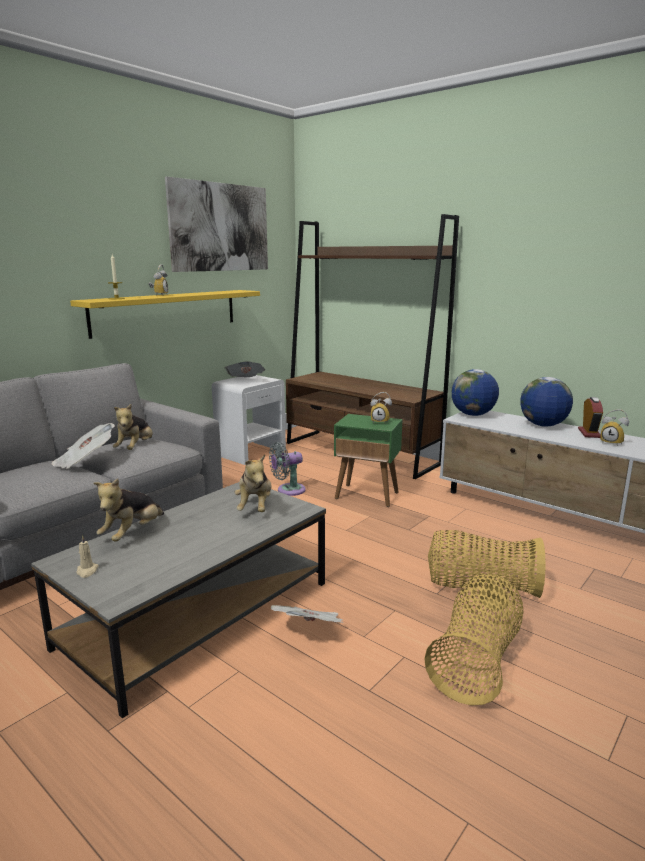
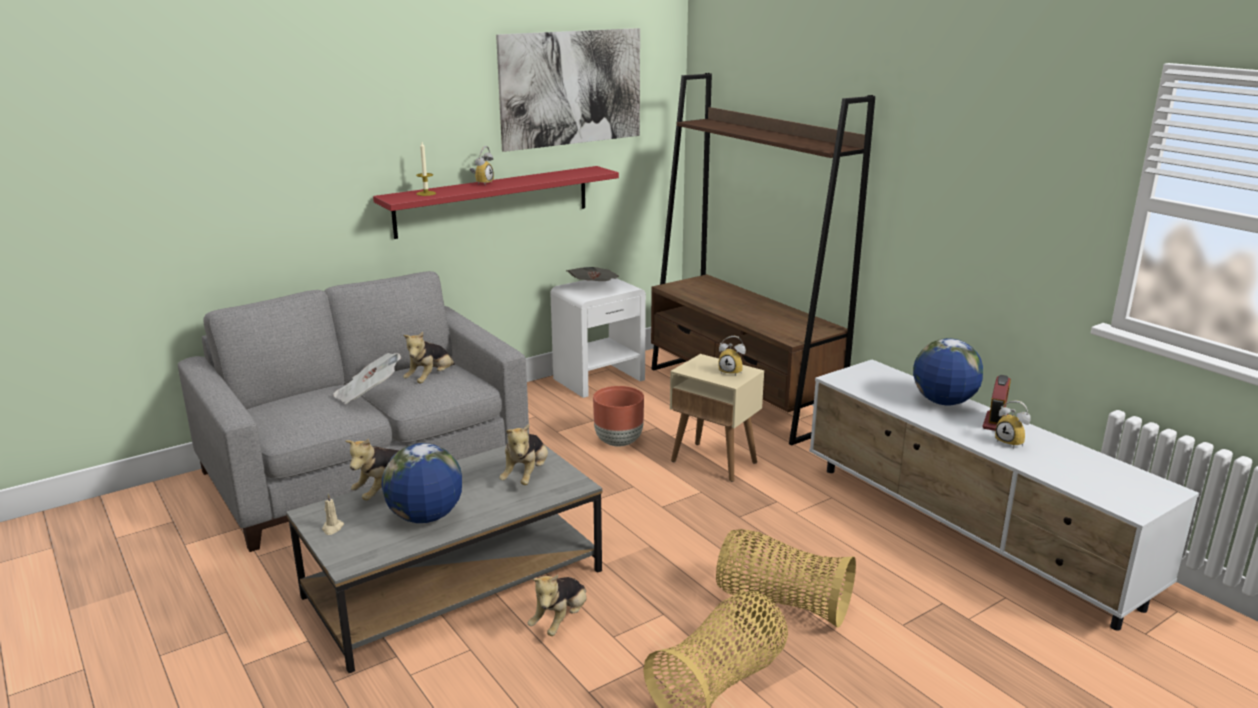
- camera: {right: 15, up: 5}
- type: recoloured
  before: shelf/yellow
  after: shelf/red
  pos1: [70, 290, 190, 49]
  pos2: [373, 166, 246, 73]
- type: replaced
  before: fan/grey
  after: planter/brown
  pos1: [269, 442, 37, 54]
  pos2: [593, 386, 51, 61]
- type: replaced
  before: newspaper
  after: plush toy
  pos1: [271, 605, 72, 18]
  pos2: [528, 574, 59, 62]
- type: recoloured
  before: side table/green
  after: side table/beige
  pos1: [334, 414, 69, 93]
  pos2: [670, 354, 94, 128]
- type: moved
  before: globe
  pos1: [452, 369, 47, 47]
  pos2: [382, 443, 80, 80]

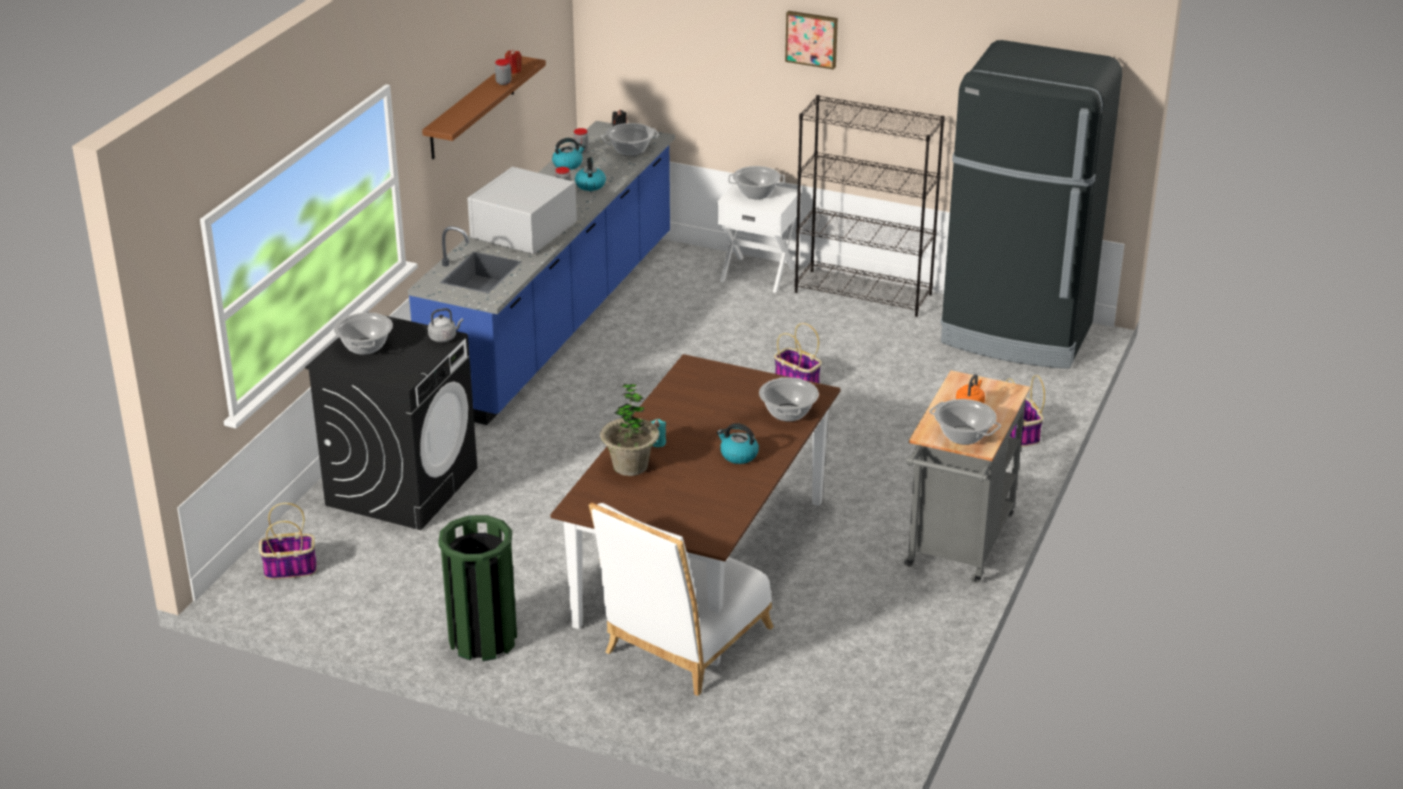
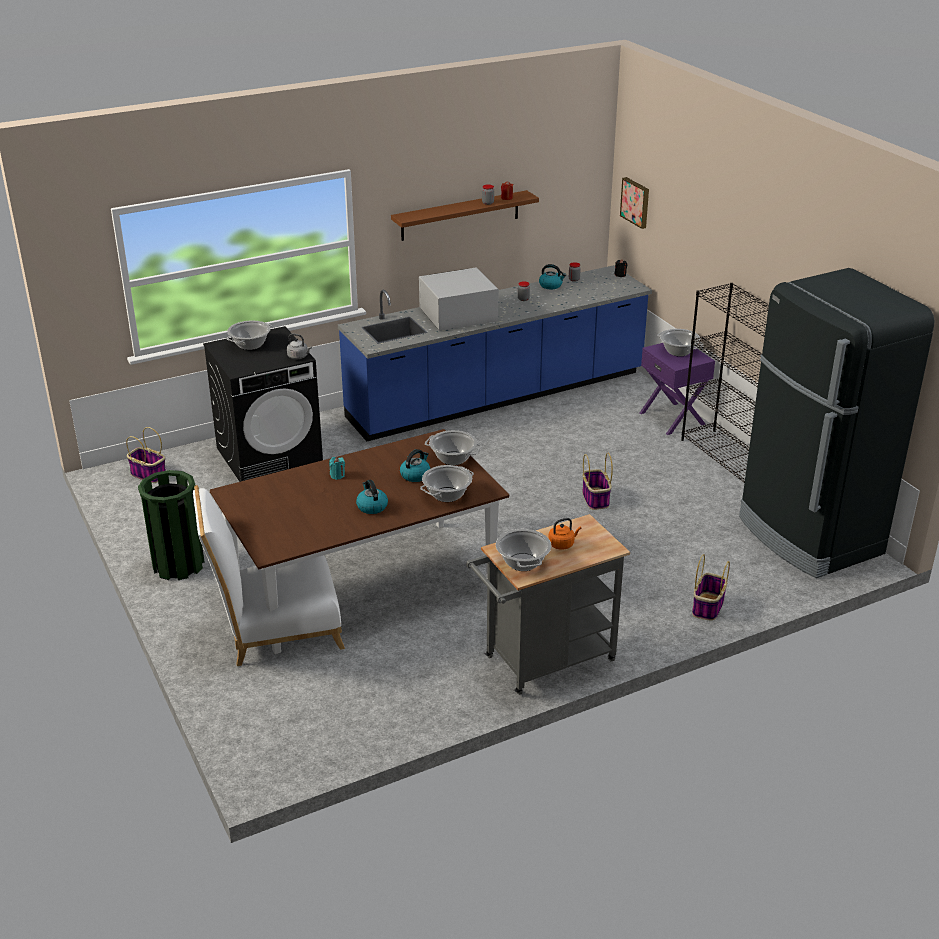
- camera: {right: 40, up: 0}
- type: moved
  before: kettle
  pos1: [575, 157, 31, 34]
  pos2: [400, 449, 30, 33]
- type: removed
  before: potted plant
  pos1: [600, 384, 59, 92]
- type: moved
  before: cooking pot
  pos1: [602, 123, 57, 33]
  pos2: [425, 430, 57, 35]
- type: recoloured
  before: nightstand/white
  after: nightstand/purple
  pos1: [717, 184, 84, 109]
  pos2: [640, 343, 75, 92]
- type: moved
  before: picture
  pos1: [785, 11, 53, 59]
  pos2: [620, 177, 29, 52]

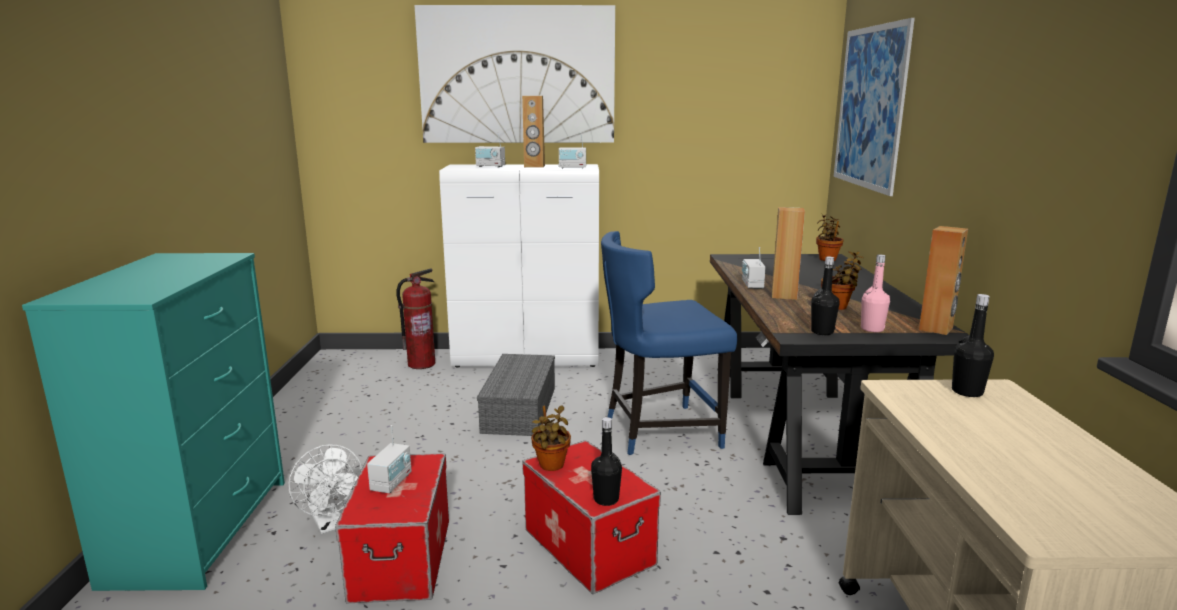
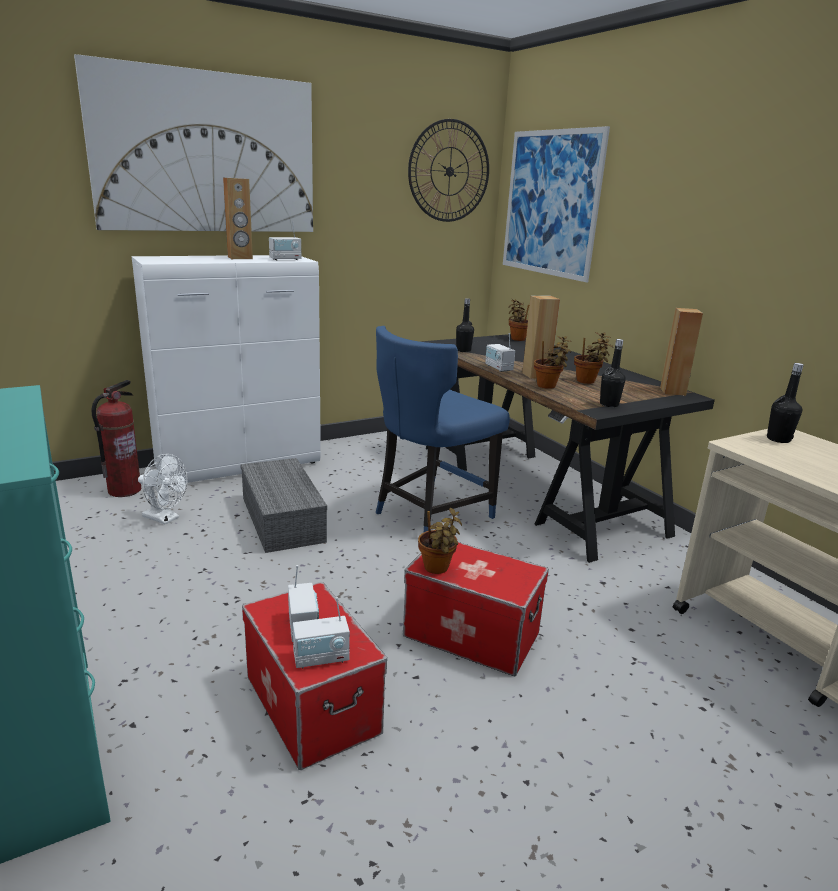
- camera: {right: -30, up: 5}
- type: moved
  before: fan/white
  pos1: [288, 445, 74, 89]
  pos2: [138, 454, 50, 71]
- type: moved
  before: radio
  pos1: [475, 132, 30, 35]
  pos2: [293, 597, 57, 72]
- type: moved
  before: bottle/black
  pos1: [591, 417, 31, 89]
  pos2: [456, 298, 18, 54]
- type: removed
  before: bottle/pink
  pos1: [861, 254, 29, 78]
- type: added
  after: wall clock
  pos2: [408, 119, 81, 103]
- type: added
  after: potted plant
  pos2: [534, 336, 37, 53]

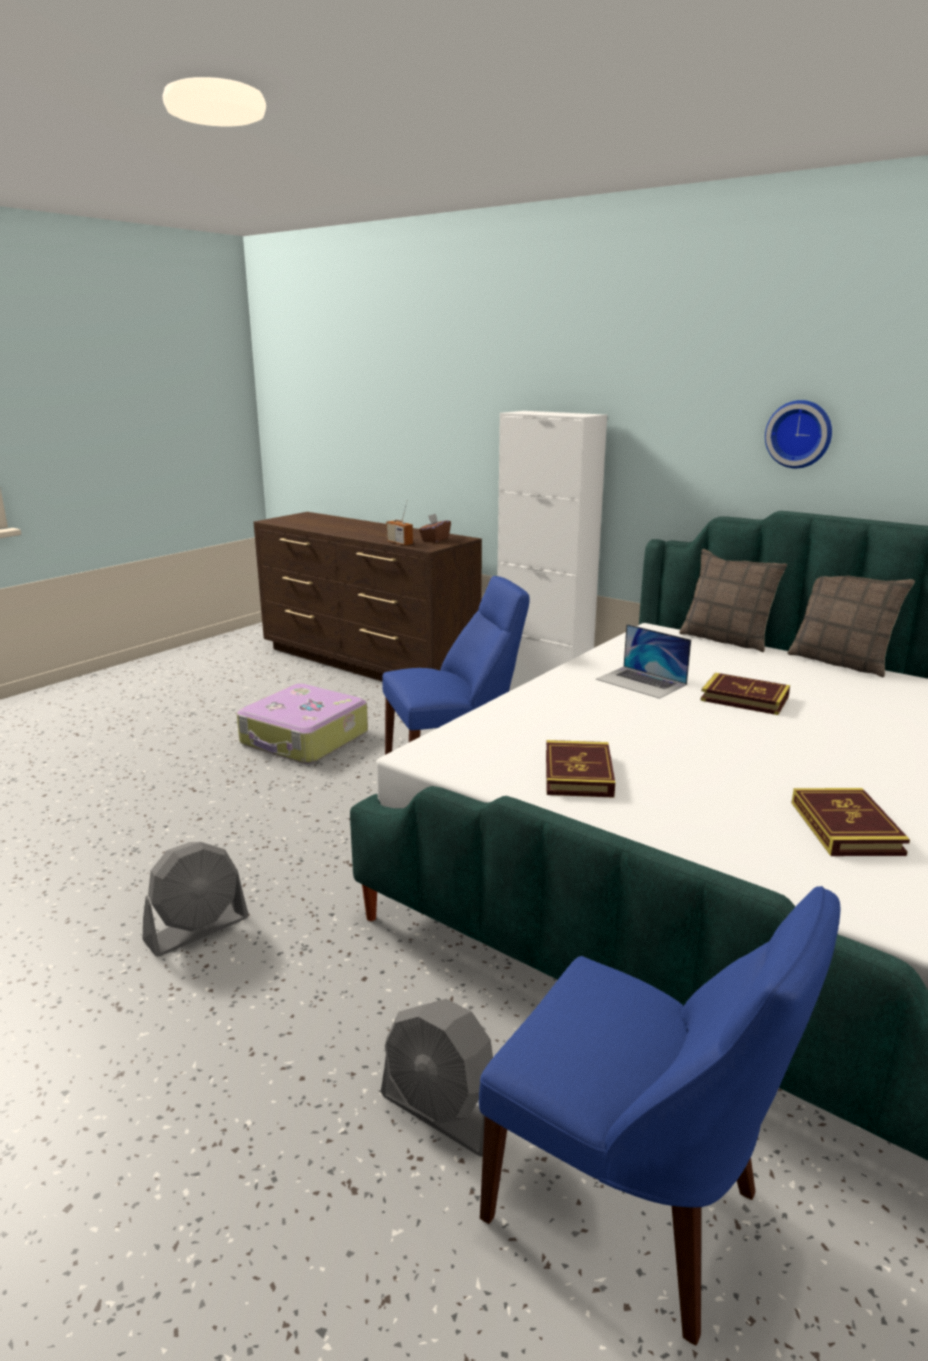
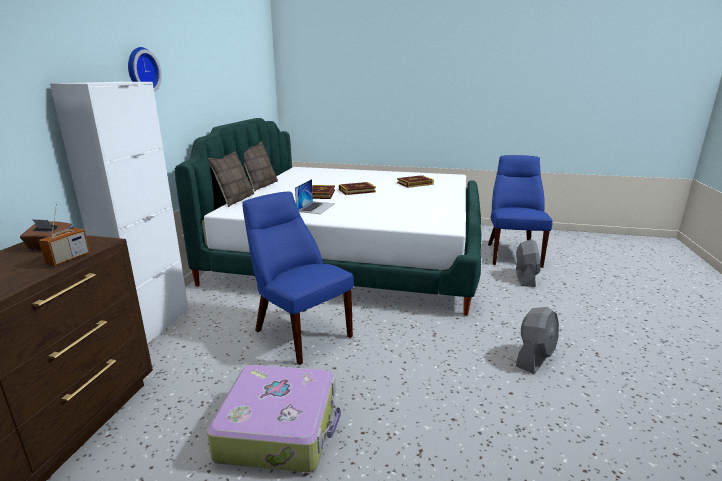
- camera: {right: -115, up: 0}
- type: turned
  before: fan/grey
  pos1: [143, 842, 106, 114]
  pos2: [516, 307, 43, 67]
  turn: 105
- type: moved
  before: book
  pos1: [546, 740, 69, 58]
  pos2: [339, 182, 37, 13]
- type: moved
  before: wall clock
  pos1: [765, 400, 67, 68]
  pos2: [128, 47, 34, 45]

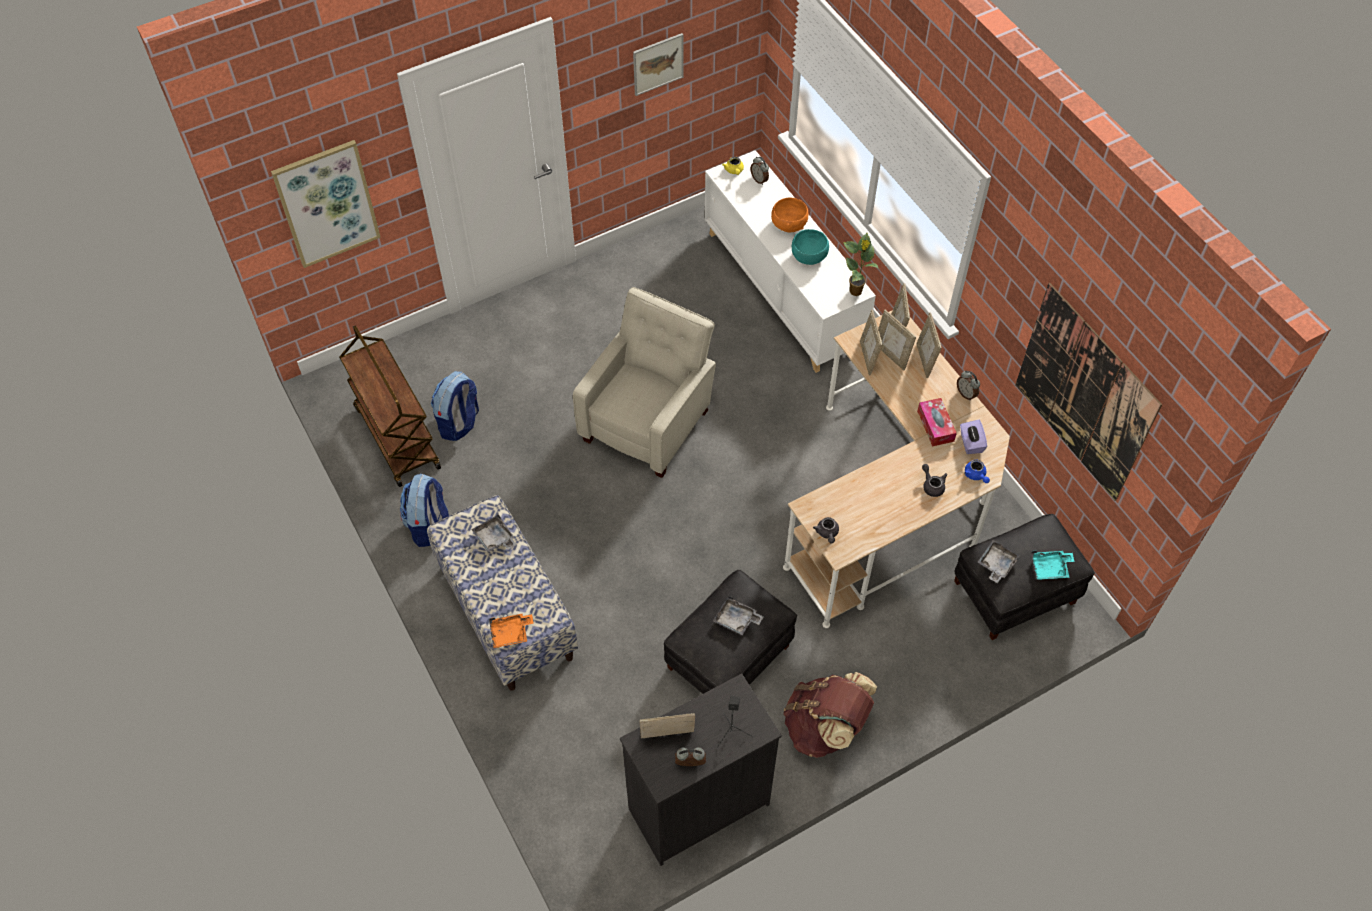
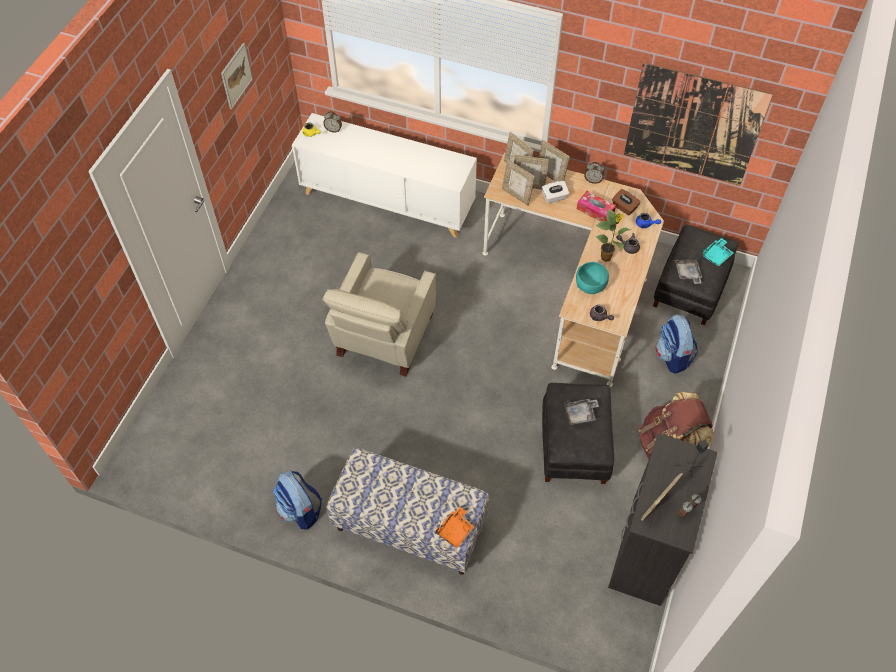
- camera: {right: -40, up: 0}
- type: removed
  before: picture
  pos1: [271, 140, 110, 128]
- type: removed
  before: cart/brown
  pos1: [339, 325, 102, 162]
- type: moved
  before: backpack
  pos1: [431, 371, 48, 70]
  pos2: [655, 314, 43, 60]
- type: removed
  before: tray/grey
  pos1: [471, 514, 45, 38]
- type: turned
  before: armchair/beige
  pos1: [573, 287, 143, 191]
  pos2: [322, 252, 114, 125]
  turn: -150
- type: removed
  before: bowl/orange
  pos1: [771, 198, 37, 34]
- type: moved
  before: bowl/turquoise
  pos1: [792, 229, 37, 36]
  pos2: [576, 262, 33, 32]
- type: moved
  before: potted plant
  pos1: [843, 233, 35, 63]
  pos2: [595, 209, 36, 52]
- type: recoloured
  before: tissue box/purple
  after: tissue box/brown
  pos1: [960, 420, 27, 34]
  pos2: [612, 189, 28, 26]
- type: added
  after: tissue box/white
  pos2: [542, 181, 27, 22]

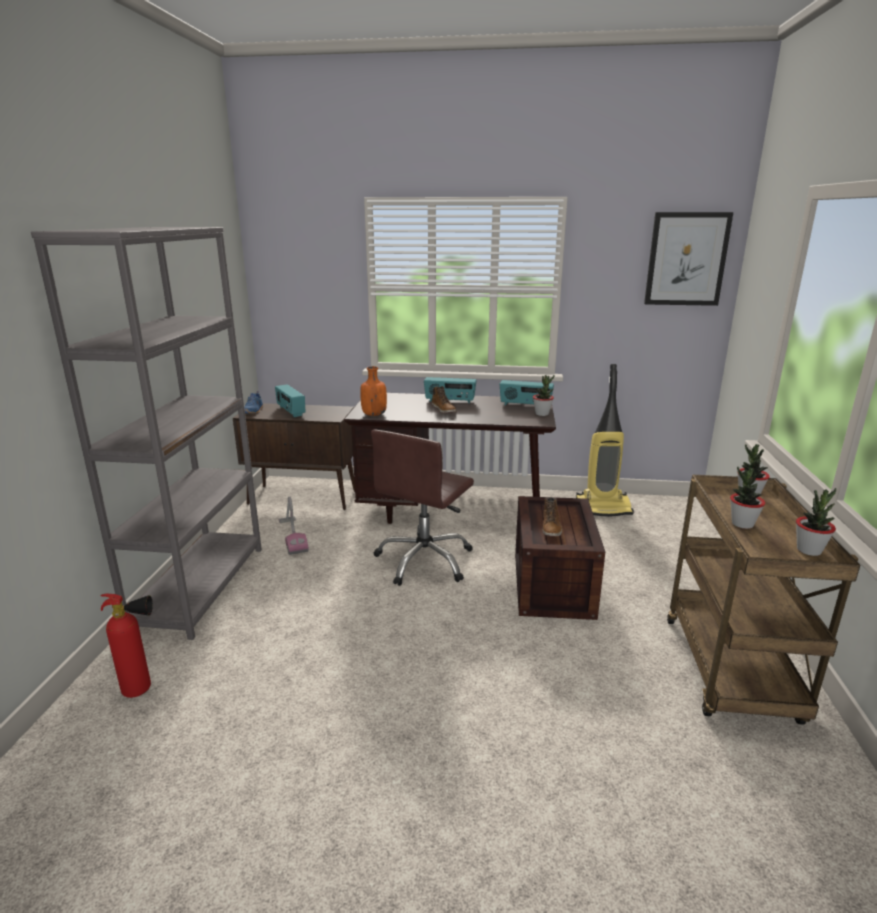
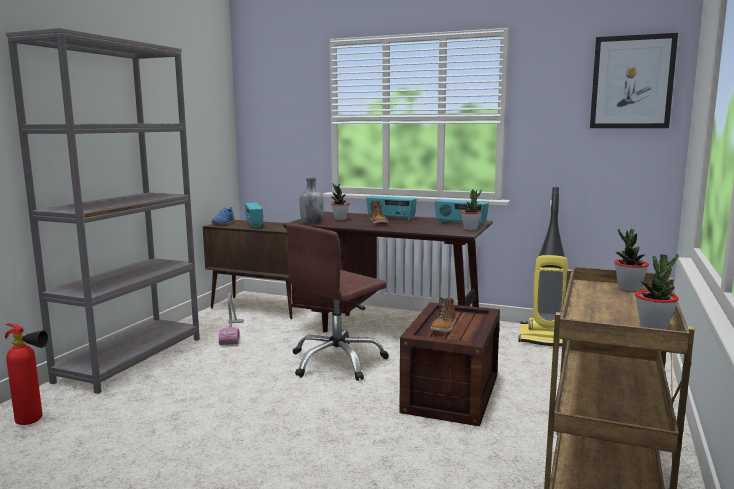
- camera: {right: 15, up: -10}
- type: recoloured
  before: bottle/orange
  after: bottle/grey
  pos1: [360, 366, 27, 50]
  pos2: [300, 178, 24, 46]
- type: moved
  before: potted plant
  pos1: [730, 467, 35, 62]
  pos2: [331, 183, 19, 37]

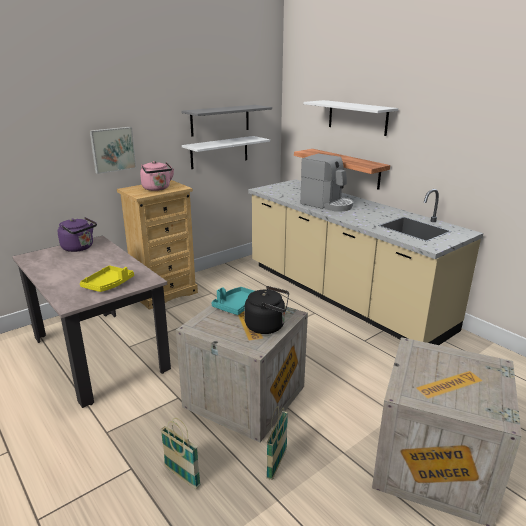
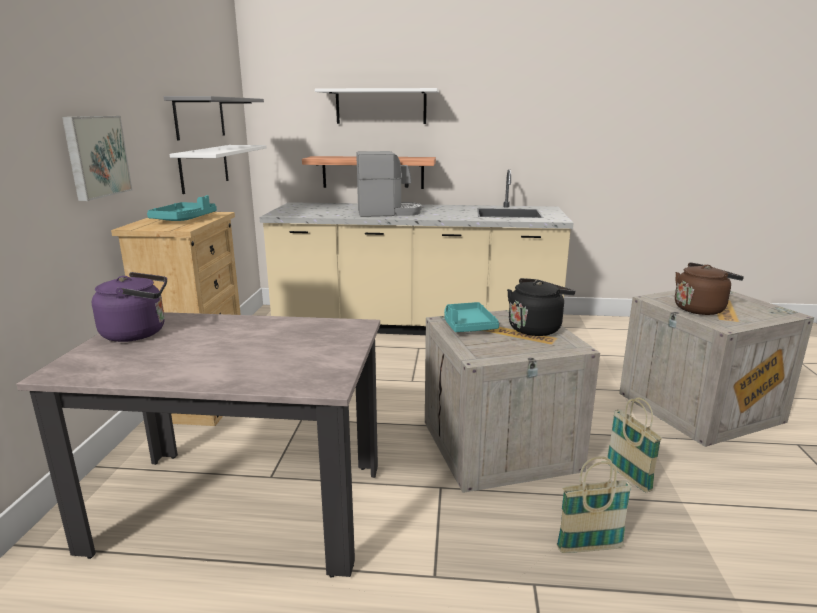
- camera: {right: -45, up: -5}
- type: removed
  before: tray/yellow
  pos1: [80, 266, 54, 26]
- type: replaced
  before: kettle/pink
  after: tray/turquoise
  pos1: [140, 161, 34, 30]
  pos2: [147, 195, 70, 26]
- type: added
  after: kettle/brown
  pos2: [675, 262, 69, 53]

